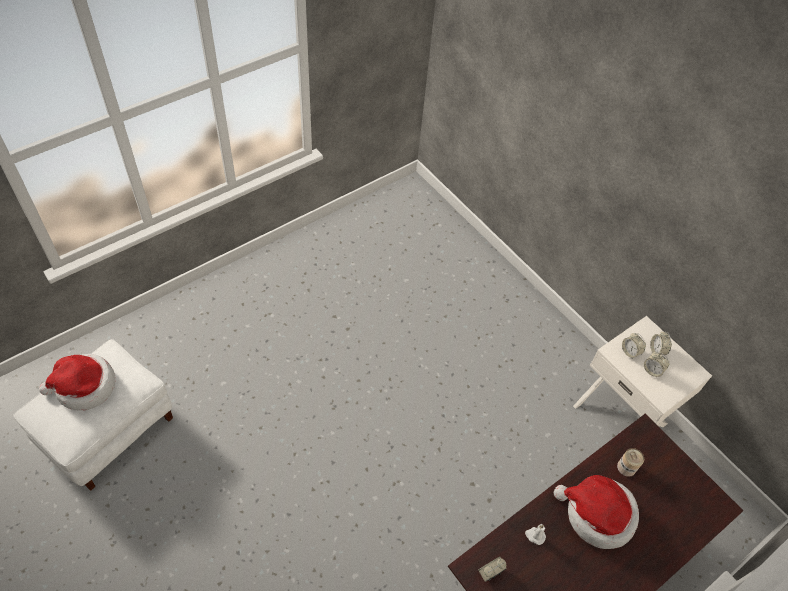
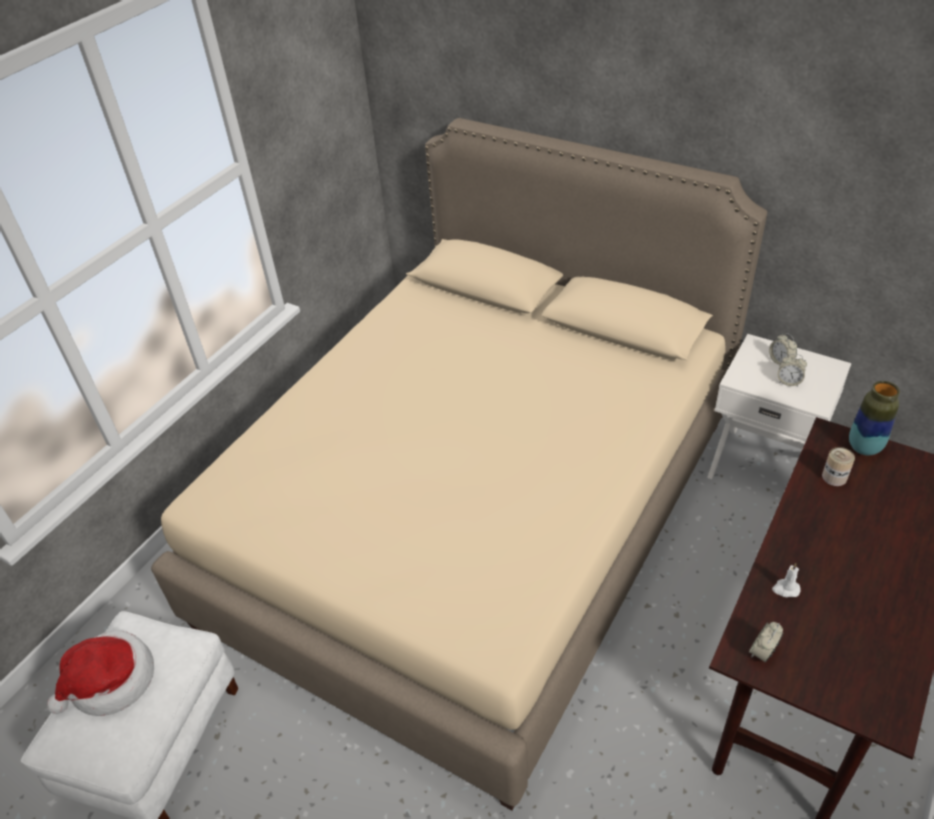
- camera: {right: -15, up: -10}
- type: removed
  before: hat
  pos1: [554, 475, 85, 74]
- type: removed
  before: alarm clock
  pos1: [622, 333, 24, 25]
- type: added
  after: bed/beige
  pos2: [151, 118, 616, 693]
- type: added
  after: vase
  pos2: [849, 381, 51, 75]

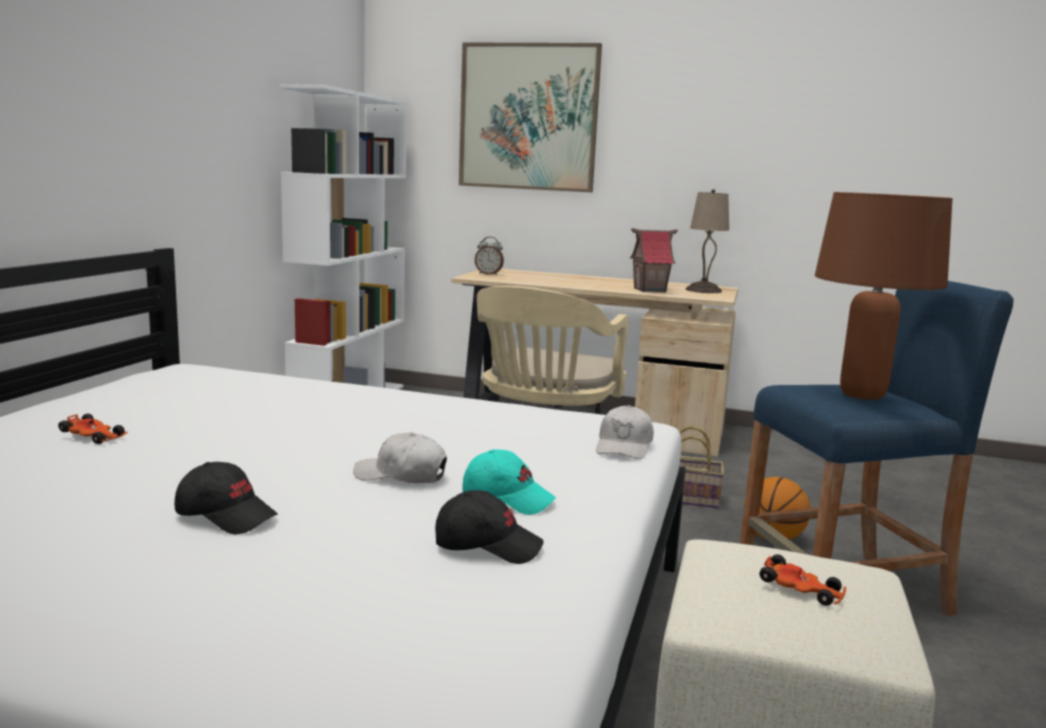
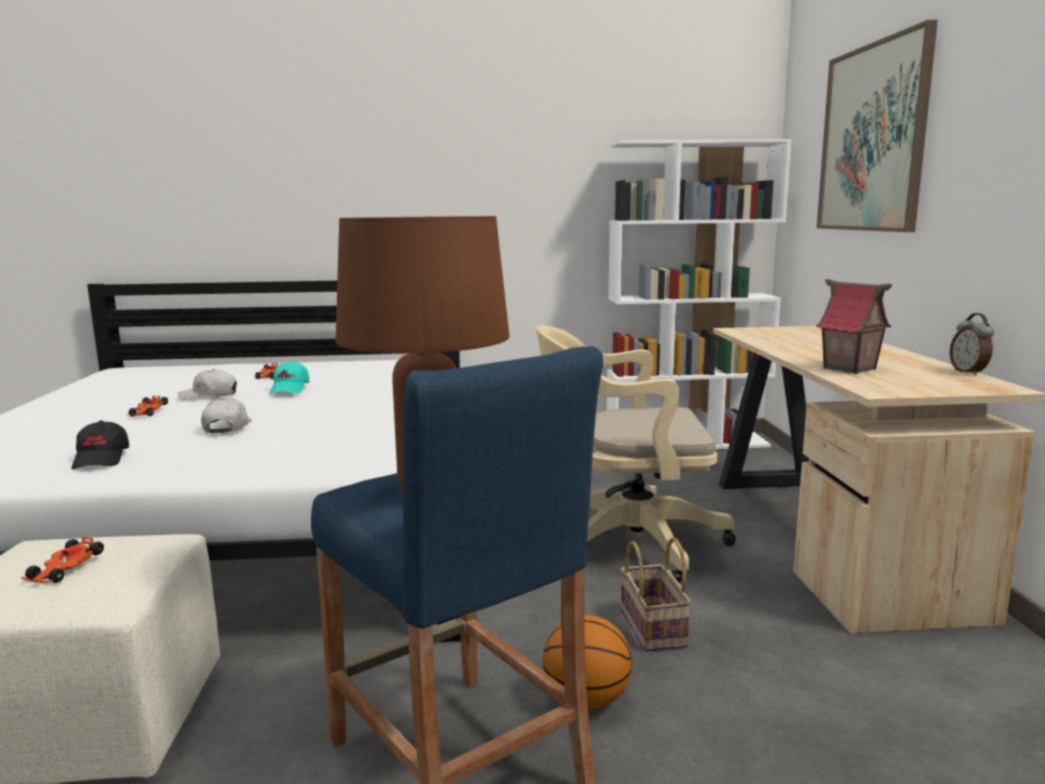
- camera: {right: 70, up: 0}
- type: replaced
  before: cap/black
  after: toy car
  pos1: [174, 462, 104, 72]
  pos2: [127, 396, 41, 20]
- type: moved
  before: cap/turquoise
  pos1: [463, 449, 93, 66]
  pos2: [270, 361, 39, 33]
- type: moved
  before: alarm clock
  pos1: [475, 237, 29, 38]
  pos2: [950, 313, 44, 63]
- type: moved
  before: cap/white
  pos1: [596, 405, 58, 54]
  pos2: [178, 369, 59, 31]
- type: removed
  before: table lamp/beige
  pos1: [686, 189, 43, 104]

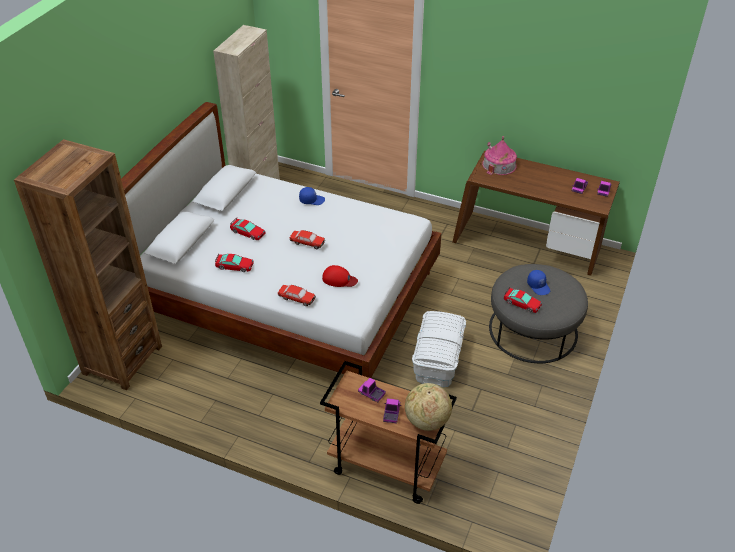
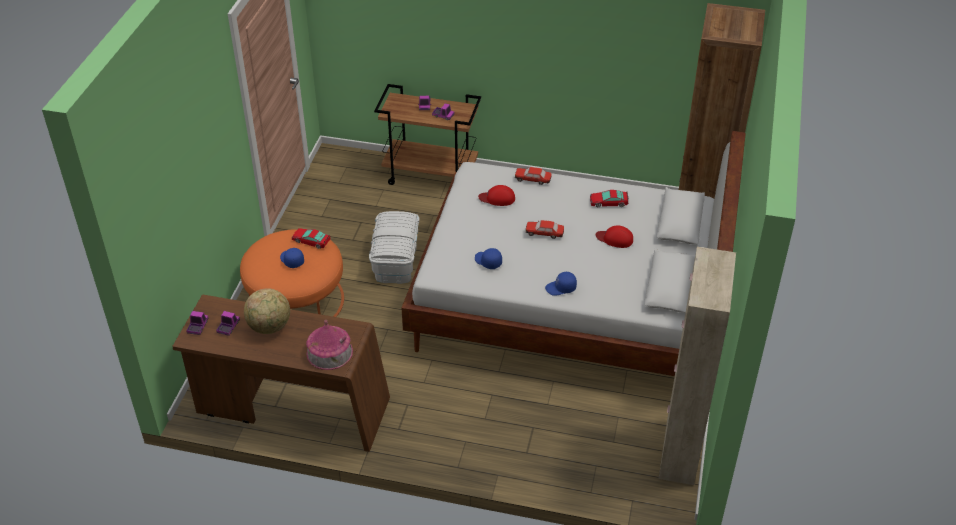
- camera: {right: 170, up: 0}
- type: replaced
  before: toy car
  after: cap/red
  pos1: [230, 218, 36, 22]
  pos2: [596, 226, 37, 22]
- type: moved
  before: globe
  pos1: [405, 383, 47, 48]
  pos2: [244, 288, 46, 46]
- type: recoloured
  before: ottoman/grey
  after: ottoman/orange
  pos1: [489, 264, 99, 99]
  pos2: [240, 229, 104, 88]
- type: added
  after: cap/blue
  pos2: [475, 248, 27, 21]

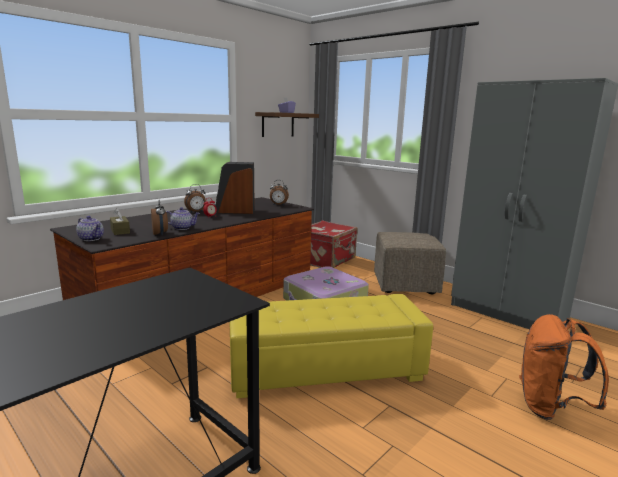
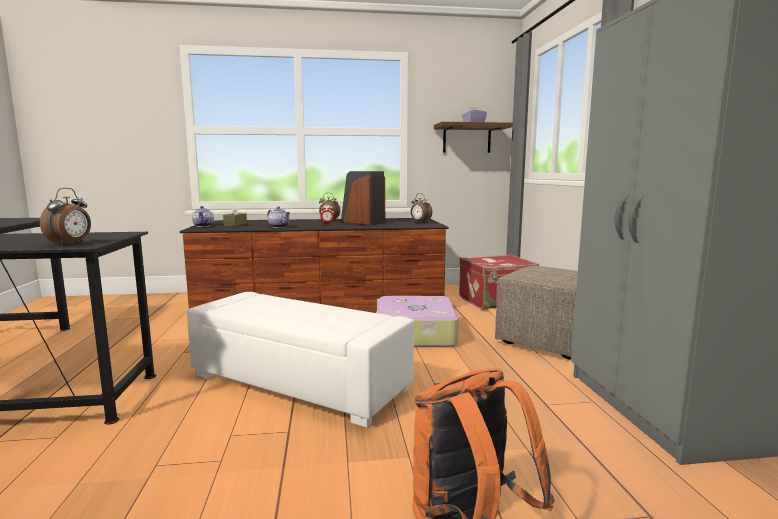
- camera: {right: 40, up: -5}
- type: moved
  before: alarm clock
  pos1: [151, 200, 17, 35]
  pos2: [40, 188, 51, 58]
- type: recoloured
  before: ottoman/yellow
  after: ottoman/white
  pos1: [230, 294, 203, 104]
  pos2: [187, 292, 227, 135]

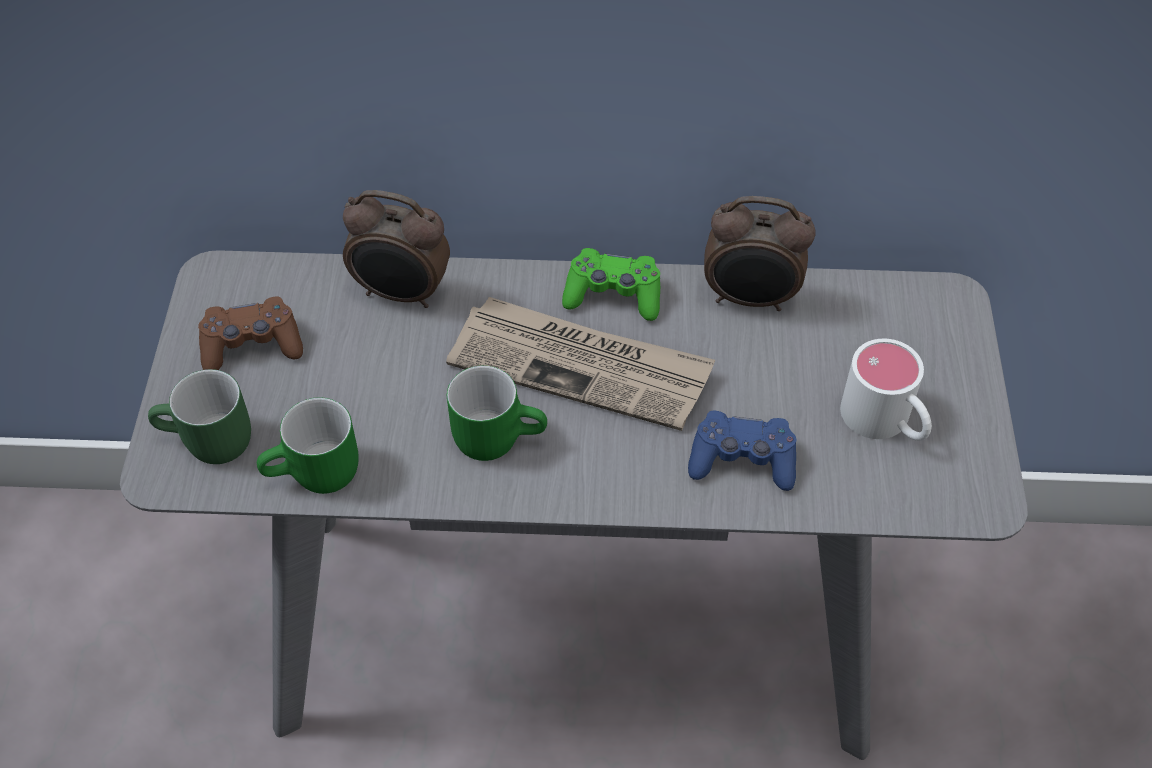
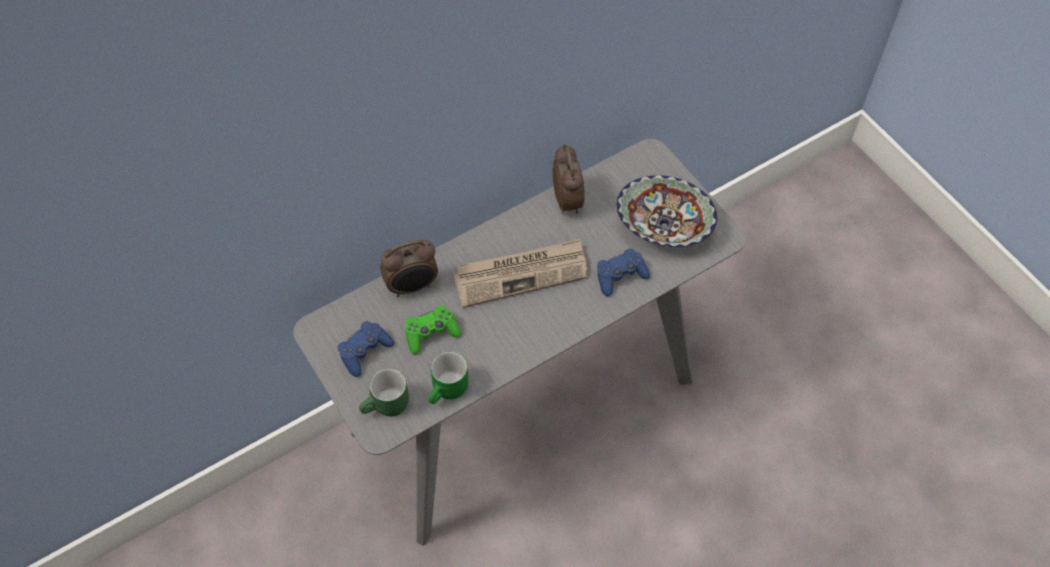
- camera: {right: -35, up: 5}
- type: recoloured
  before: game controller/brown
  after: game controller/blue
  pos1: [198, 296, 105, 74]
  pos2: [338, 321, 56, 56]
- type: removed
  before: mug/green
  pos1: [447, 366, 100, 95]
- type: moved
  before: game controller/green
  pos1: [562, 248, 98, 73]
  pos2: [405, 305, 56, 49]
- type: turned
  before: alarm clock
  pos1: [704, 196, 111, 115]
  pos2: [552, 144, 32, 70]
  turn: -75
- type: replaced
  before: mug/white
  after: bowl
  pos1: [840, 339, 92, 102]
  pos2: [617, 176, 100, 71]

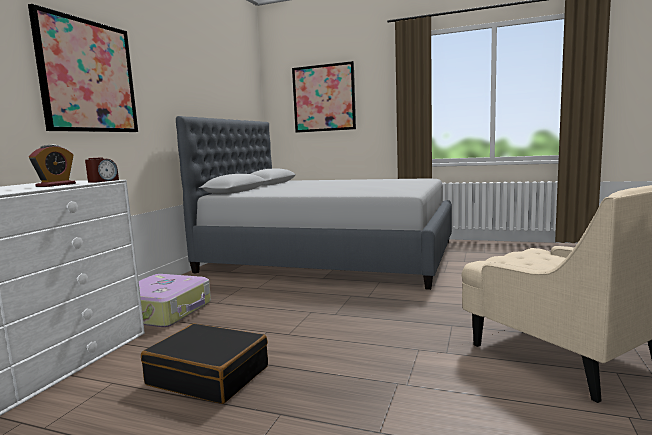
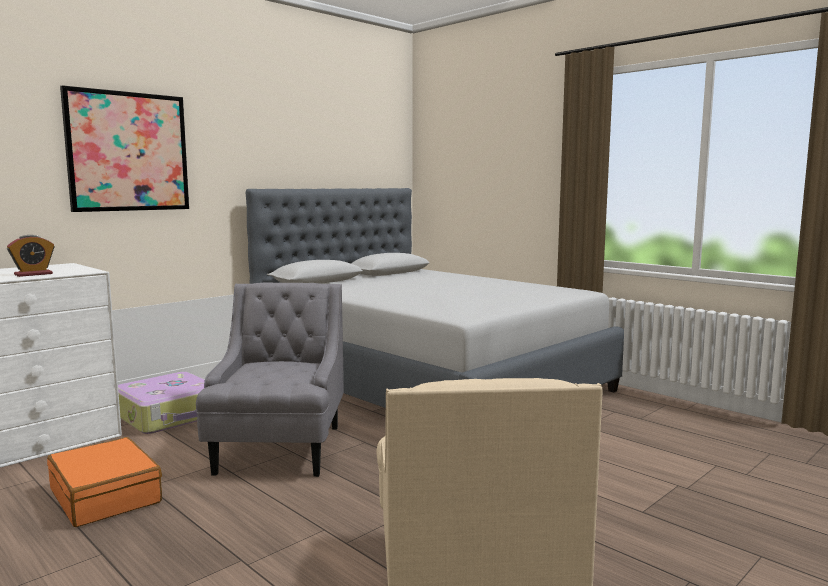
- camera: {right: 25, up: 0}
- type: removed
  before: alarm clock
  pos1: [85, 157, 34, 26]
- type: recoloured
  before: suitcase/black
  after: suitcase/orange
  pos1: [141, 323, 127, 81]
  pos2: [47, 437, 115, 90]
- type: removed
  before: picture
  pos1: [292, 61, 64, 72]
- type: added
  after: armchair/grey
  pos2: [196, 282, 148, 195]

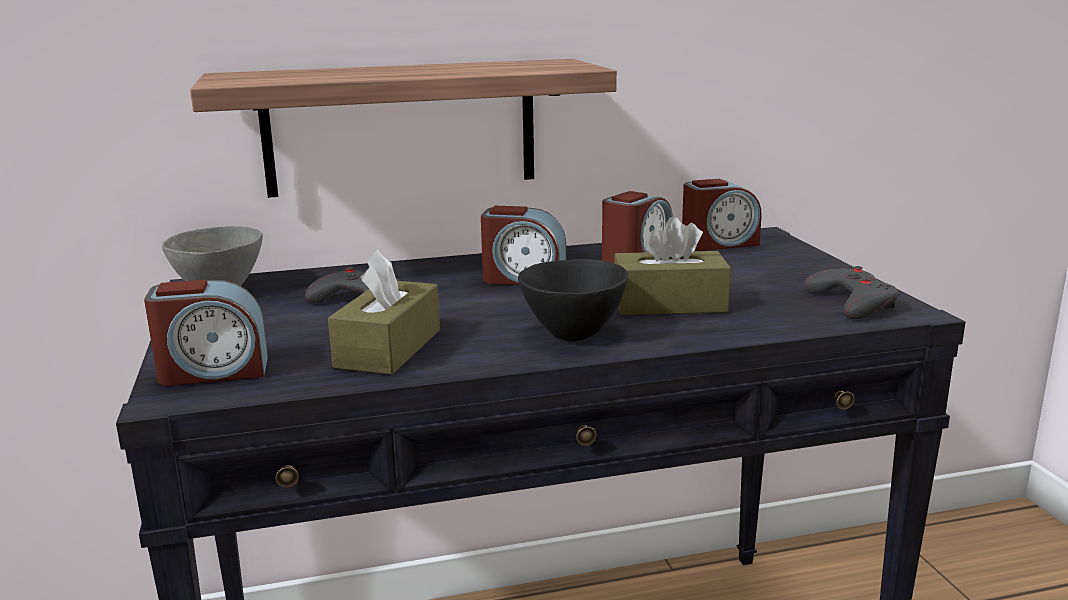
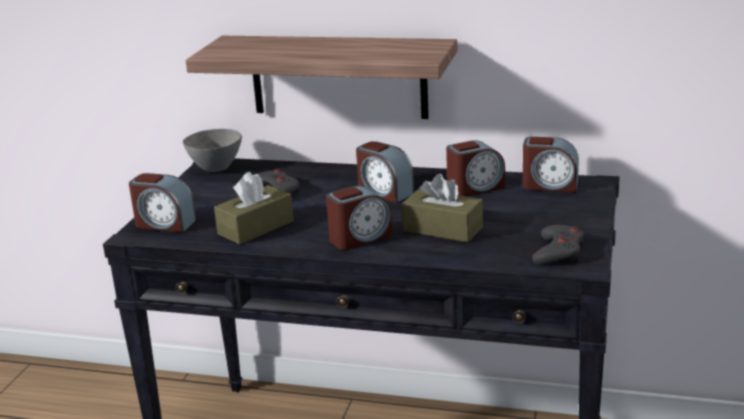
- camera: {right: 30, up: 5}
- type: replaced
  before: bowl/black
  after: alarm clock
  pos1: [518, 259, 110, 82]
  pos2: [326, 185, 67, 65]

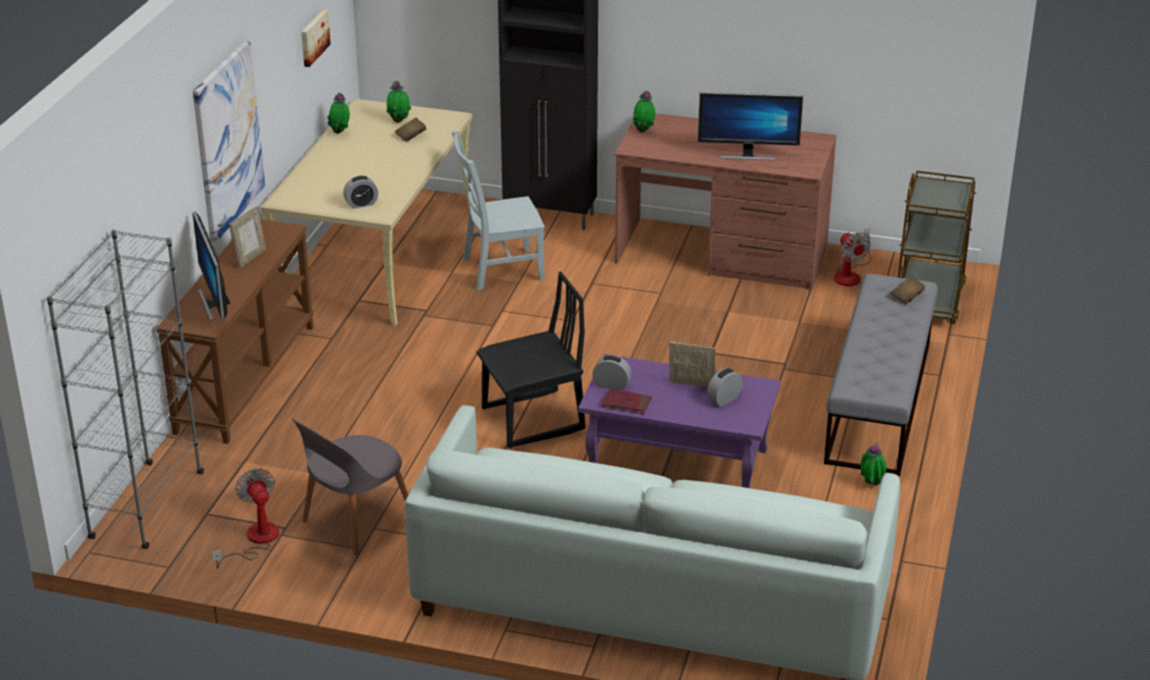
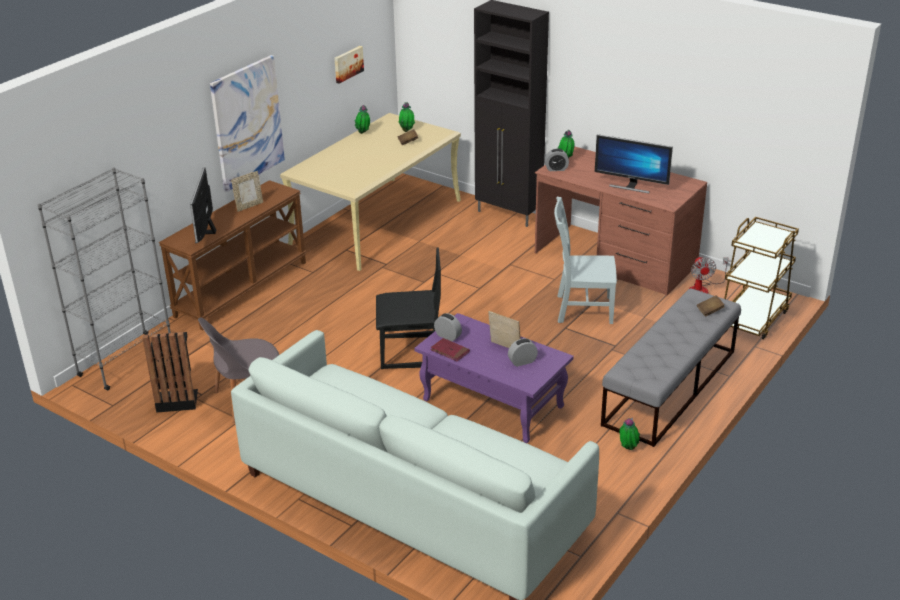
- camera: {right: 20, up: 0}
- type: replaced
  before: fan
  after: trash can/black
  pos1: [212, 468, 67, 101]
  pos2: [142, 332, 56, 81]
- type: moved
  before: alarm clock
  pos1: [343, 176, 35, 33]
  pos2: [545, 149, 24, 22]
- type: moved
  before: chair/grey
  pos1: [452, 131, 93, 159]
  pos2: [554, 197, 63, 127]

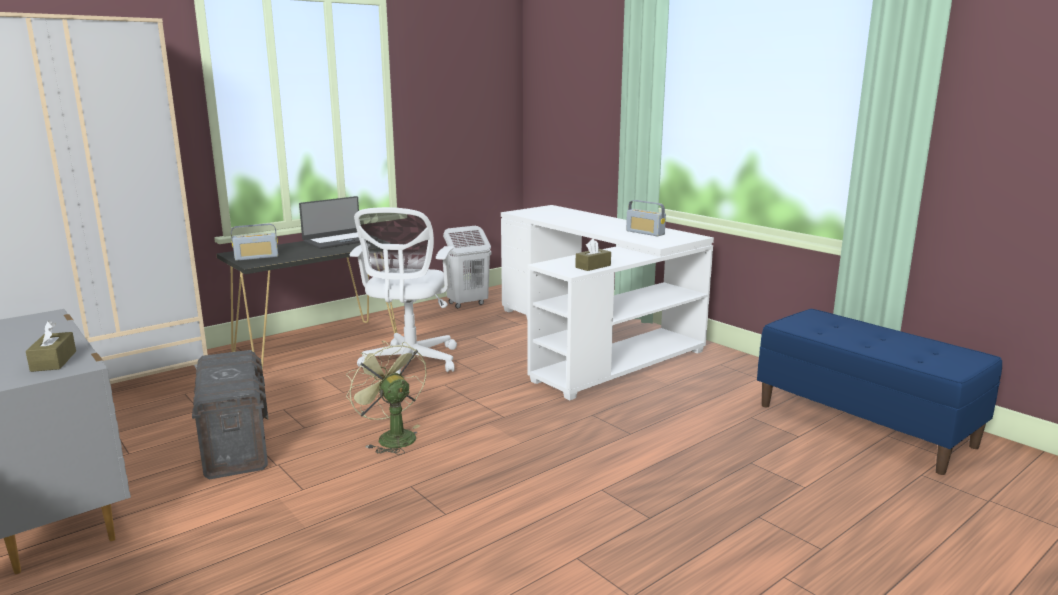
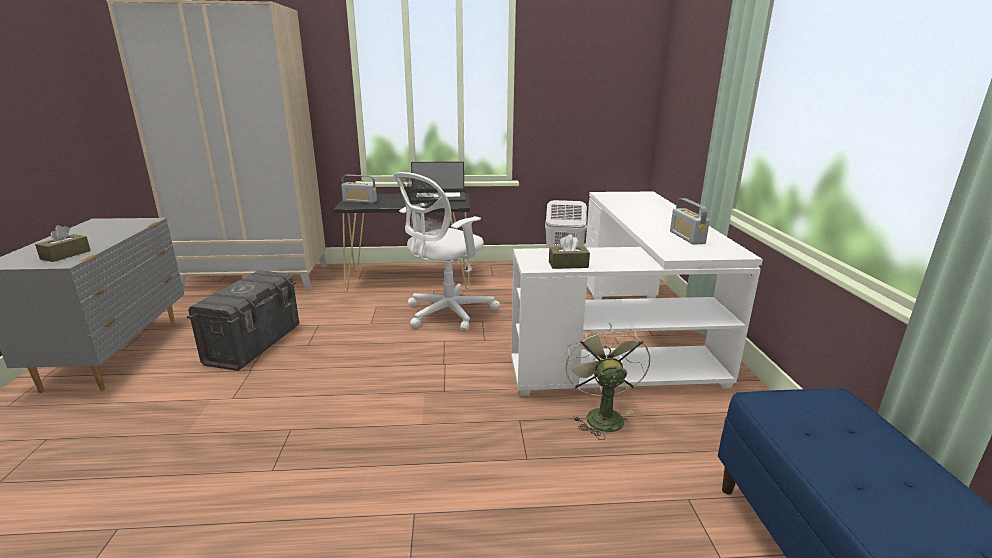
- camera: {right: 35, up: 5}
- type: moved
  before: fan/green
  pos1: [346, 340, 81, 115]
  pos2: [565, 323, 86, 117]

